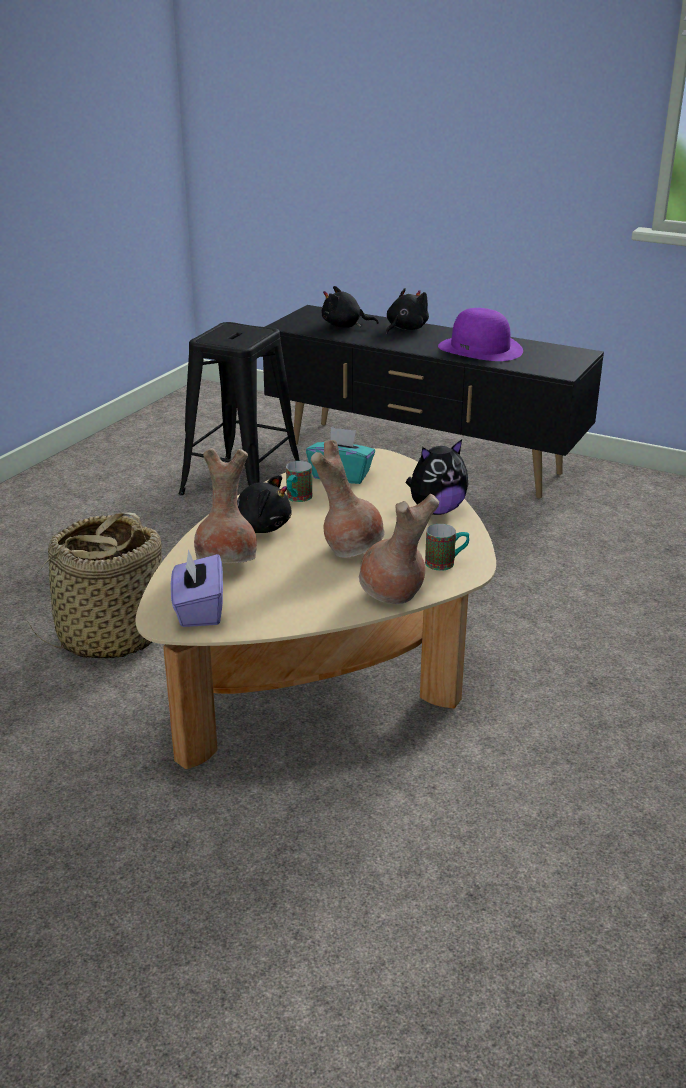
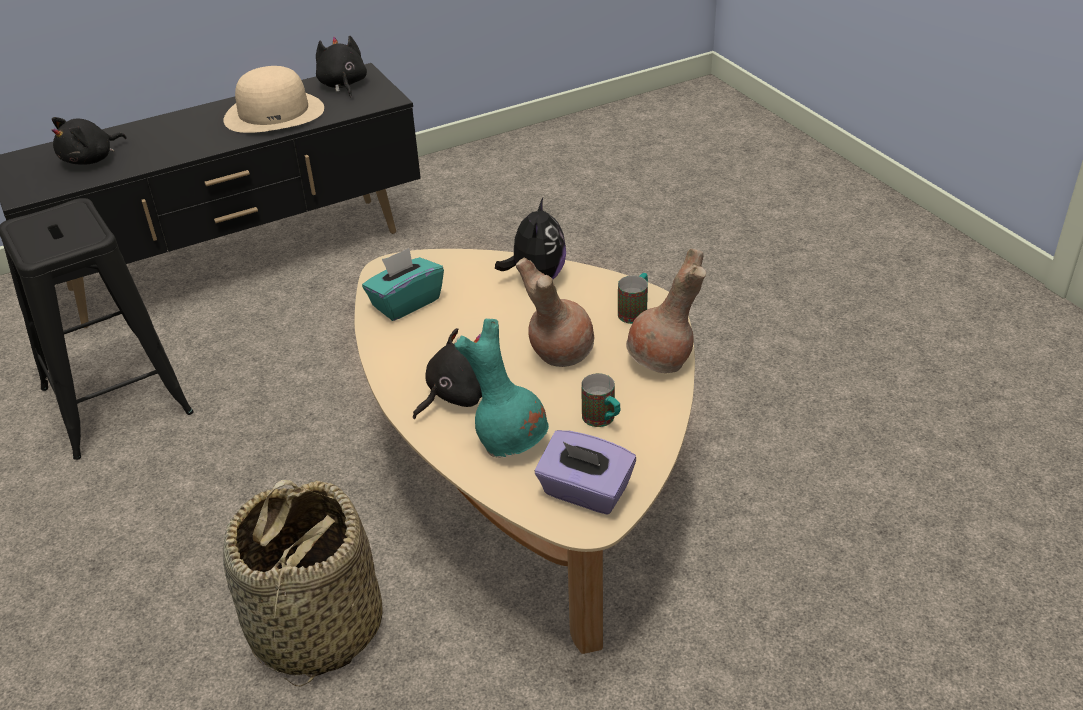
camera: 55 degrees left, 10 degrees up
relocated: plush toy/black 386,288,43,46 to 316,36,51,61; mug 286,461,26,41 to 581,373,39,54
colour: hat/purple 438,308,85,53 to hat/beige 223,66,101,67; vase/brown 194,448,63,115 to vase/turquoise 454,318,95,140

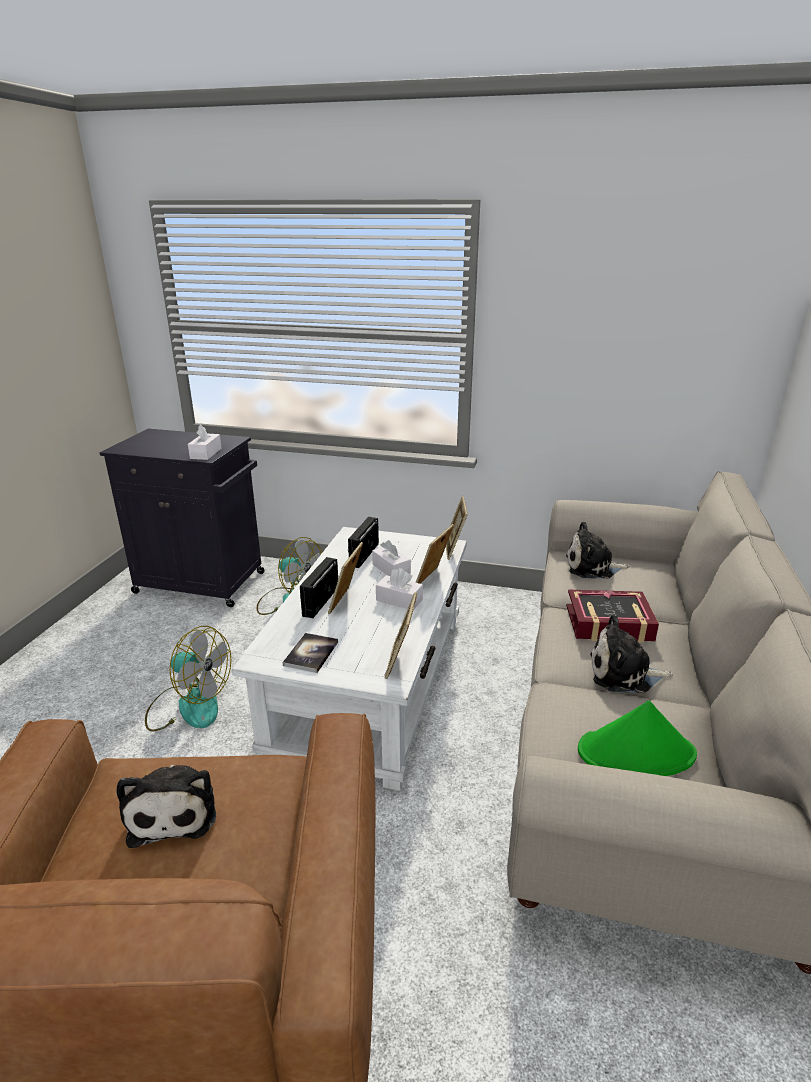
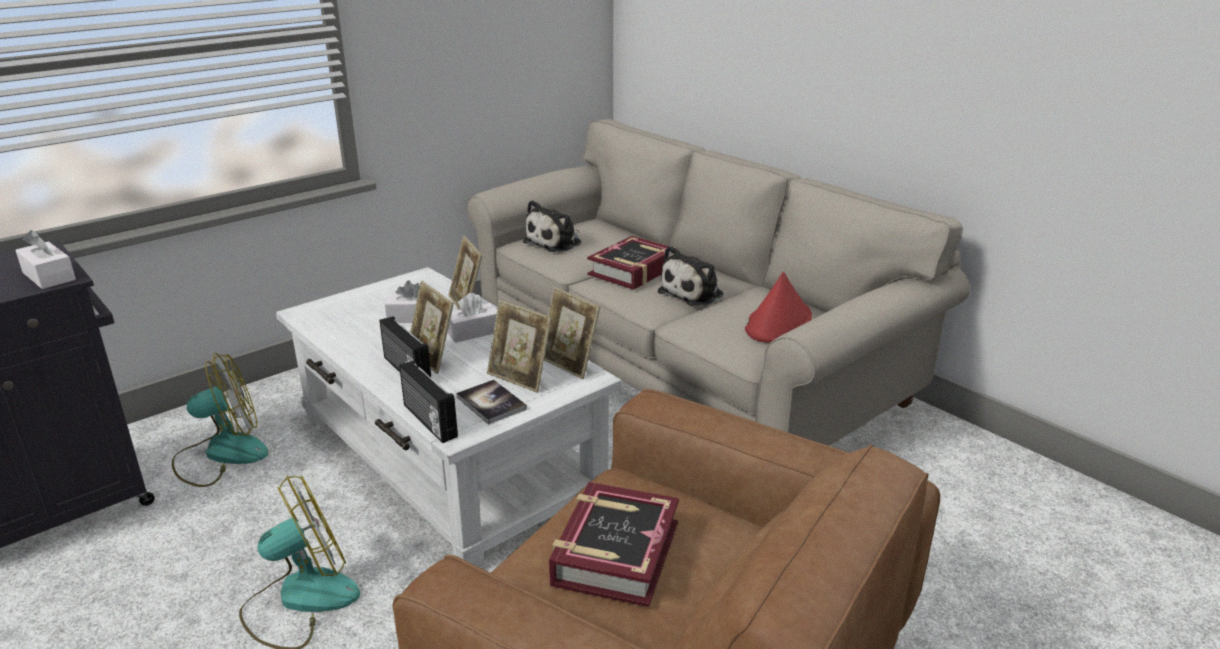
camera: 55 degrees left, 0 degrees up
relocated: picture frame 446,496,22,64 to 487,300,65,93; radio 348,517,31,51 to 399,360,59,83
exchanged: plush toy 116,765,100,83 to book 549,482,130,125
colour: hat/green 578,700,119,76 to hat/red 745,272,67,71

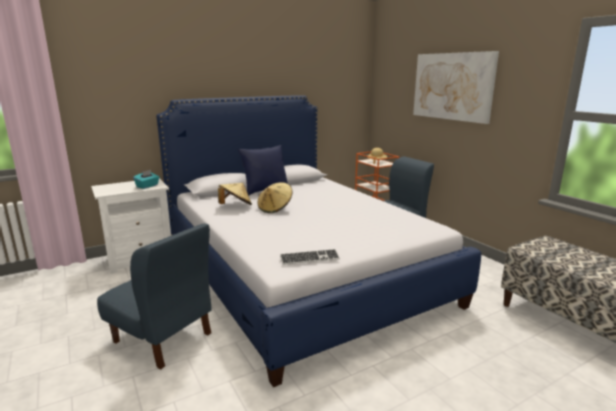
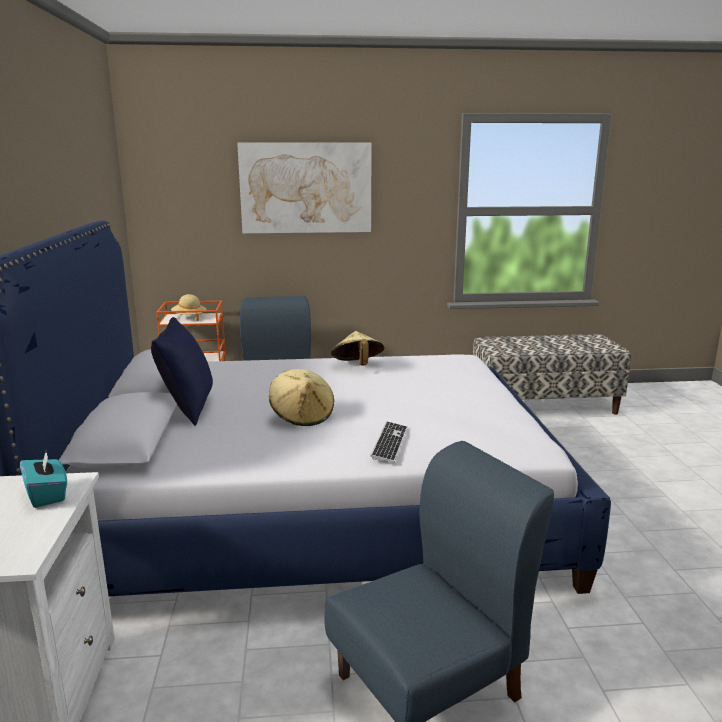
camera: 65 degrees left, 0 degrees up
relocated: hat/beige 218,183,34,22 to 331,331,54,35; keyboard 280,249,60,16 to 370,421,38,42

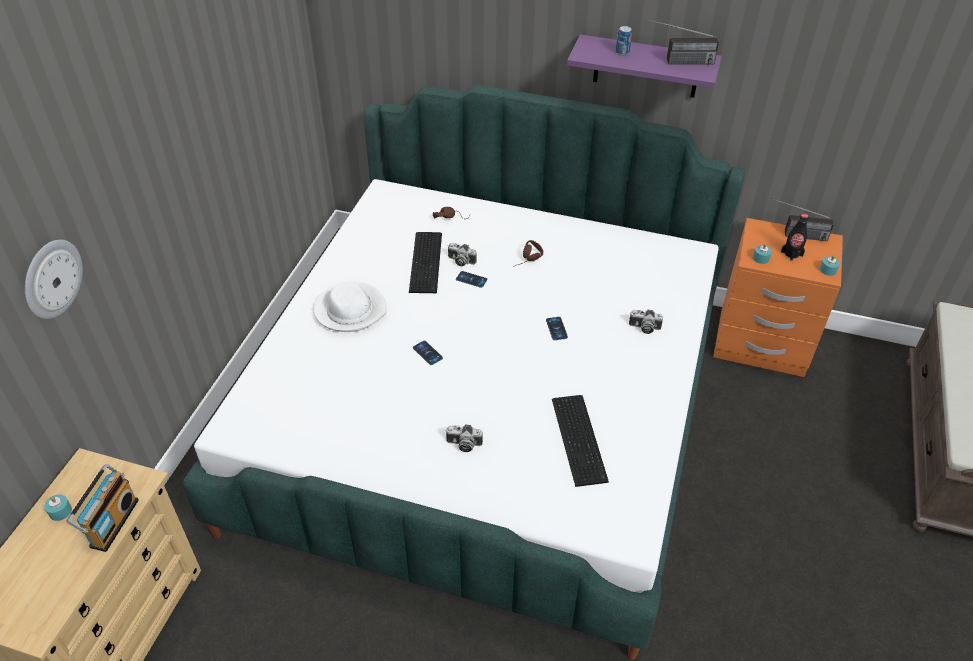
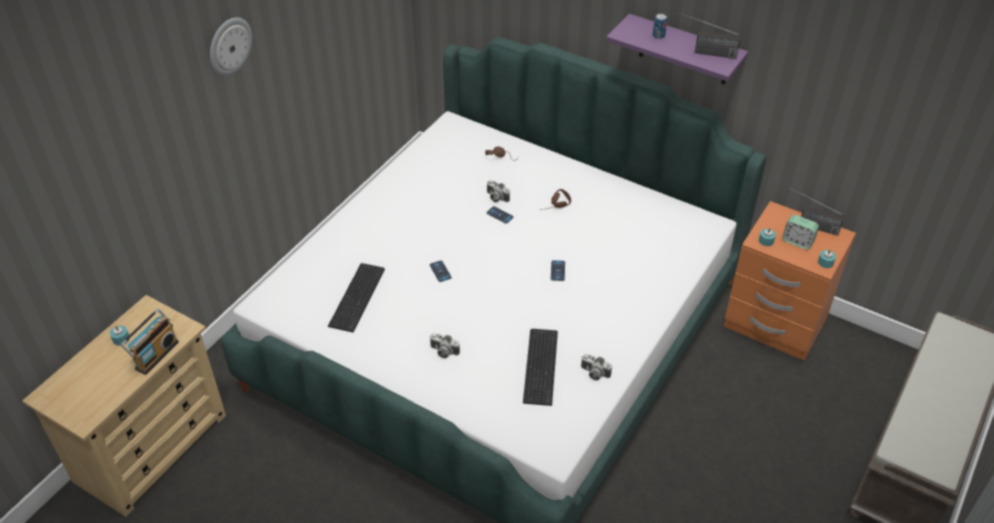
camera: 15 degrees right, 0 degrees up
missing: hat/white 314,281,73,51
relocated: keyboard 409,232,33,61 to 328,263,57,69; wall clock 25,240,58,79 to 210,18,42,58; photo camera 629,310,34,24 to 581,354,31,26
exchanged: bottle/black 781,213,28,48 to alarm clock 782,215,37,35

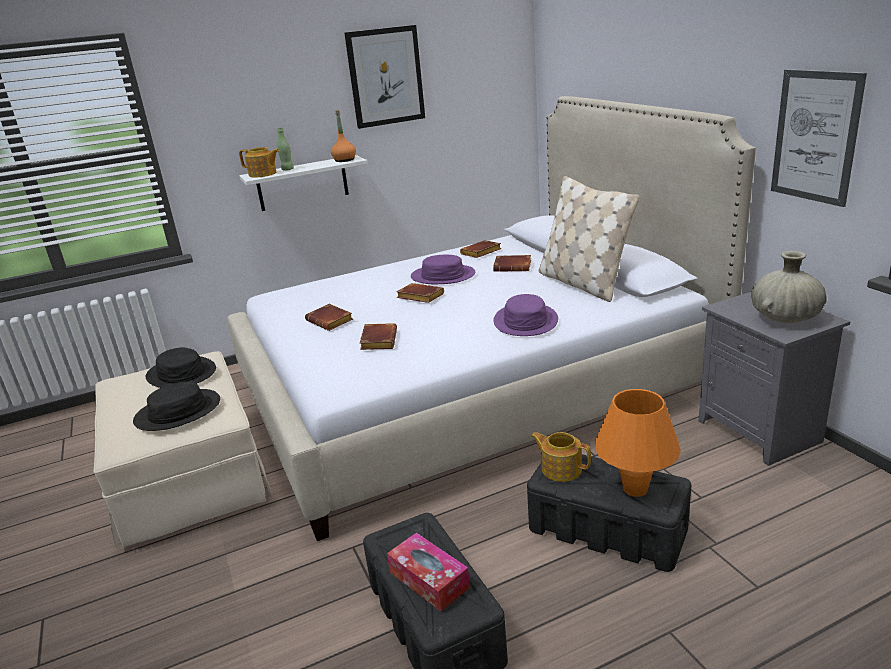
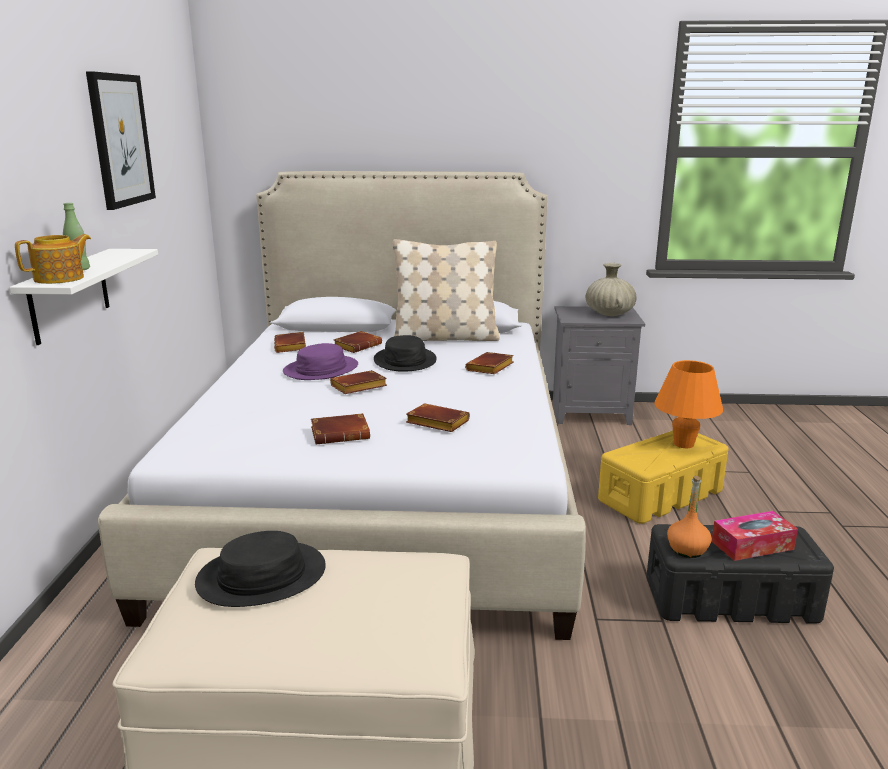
camera: 65 degrees left, 5 degrees down
missing: picture 771,69,96,138; teapot 531,432,60,50
relocated: bottle/orange 331,110,25,52 to 667,476,45,82; hat/black 133,381,87,50 to 374,335,63,37
exchanged: hat/purple 493,294,65,42 to book/brown 465,352,49,22
colour: storage box/black 527,454,164,118 to storage box/yellow 598,431,130,93

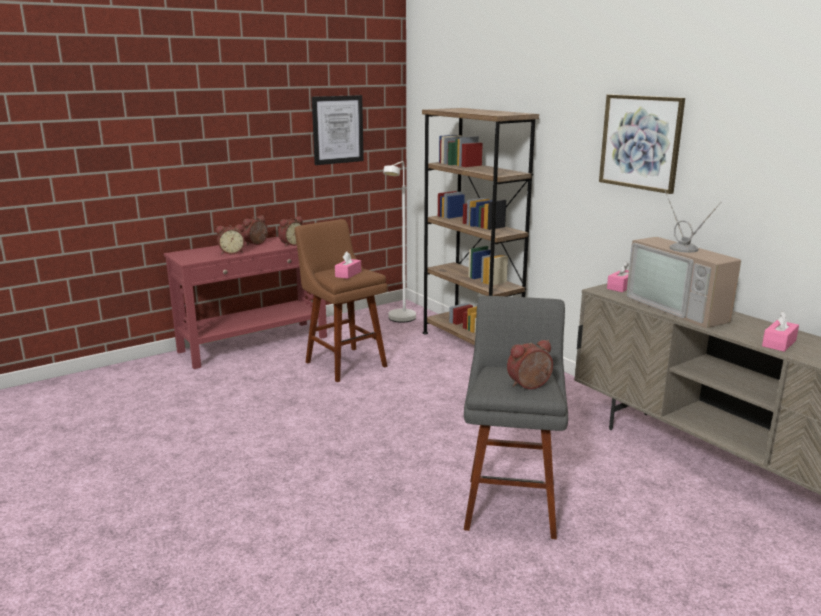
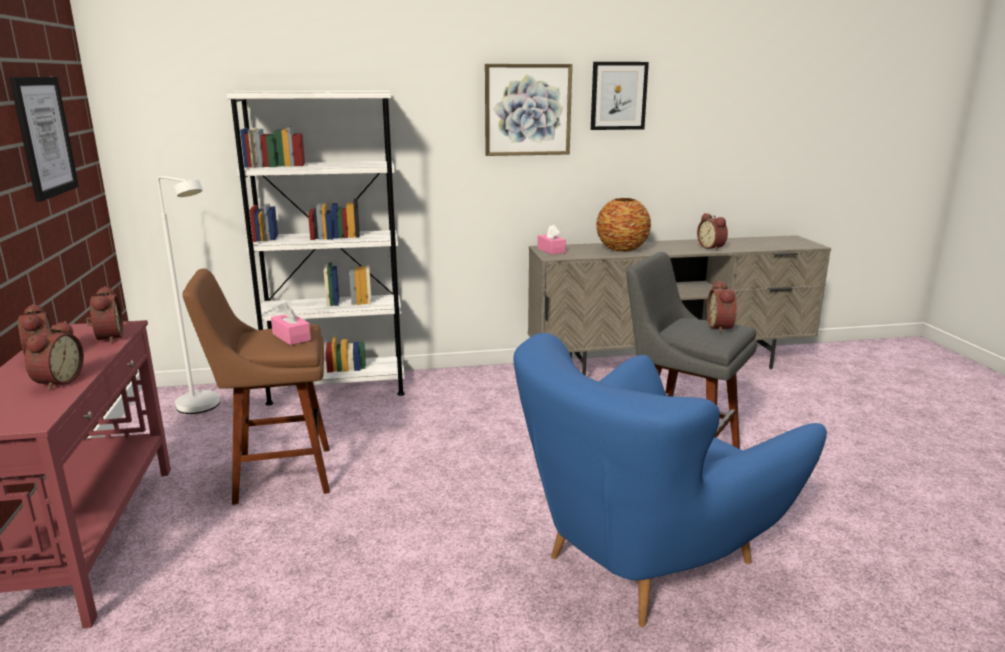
camera: 65 degrees left, 0 degrees up
appeared: picture 591,62,58,68; armchair/blue 513,333,314,294
exchanged: television 626,191,115,137 to vase 596,198,55,54; tissue box/pink 762,311,37,41 to alarm clock 697,213,31,37
colour: bookcase/brown 422,108,117,237 to bookcase/white 226,90,179,316

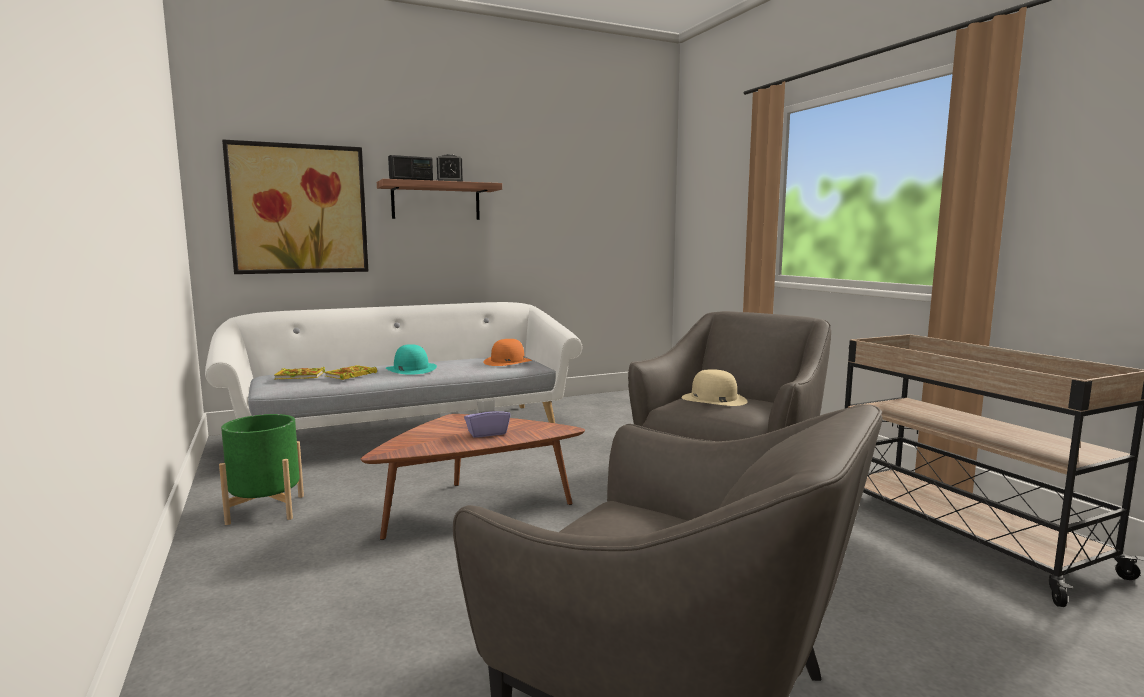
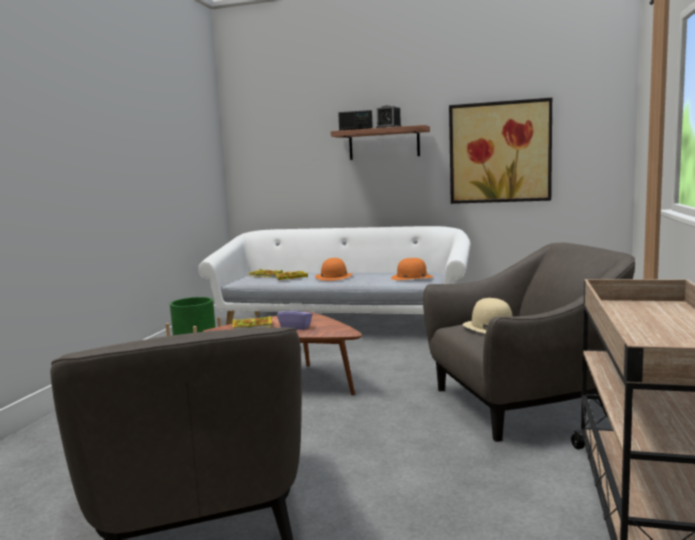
camera: 40 degrees right, 0 degrees up
appeared: book 232,316,40,13
relocated: picture 222,139,146,135 to 449,98,103,106
colour: hat/turquoise 386,344,51,31 to hat/orange 315,258,38,23

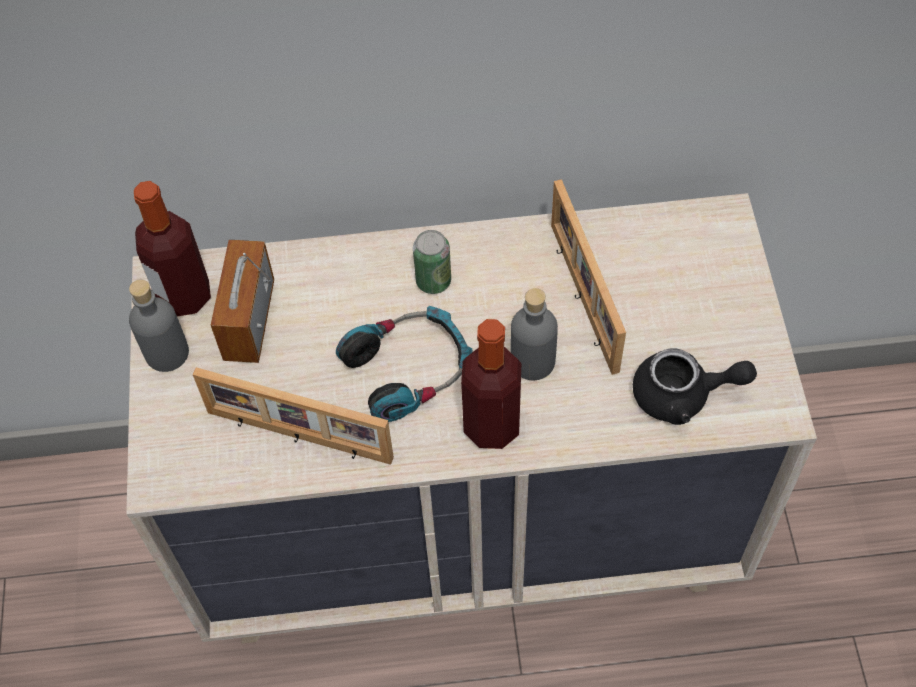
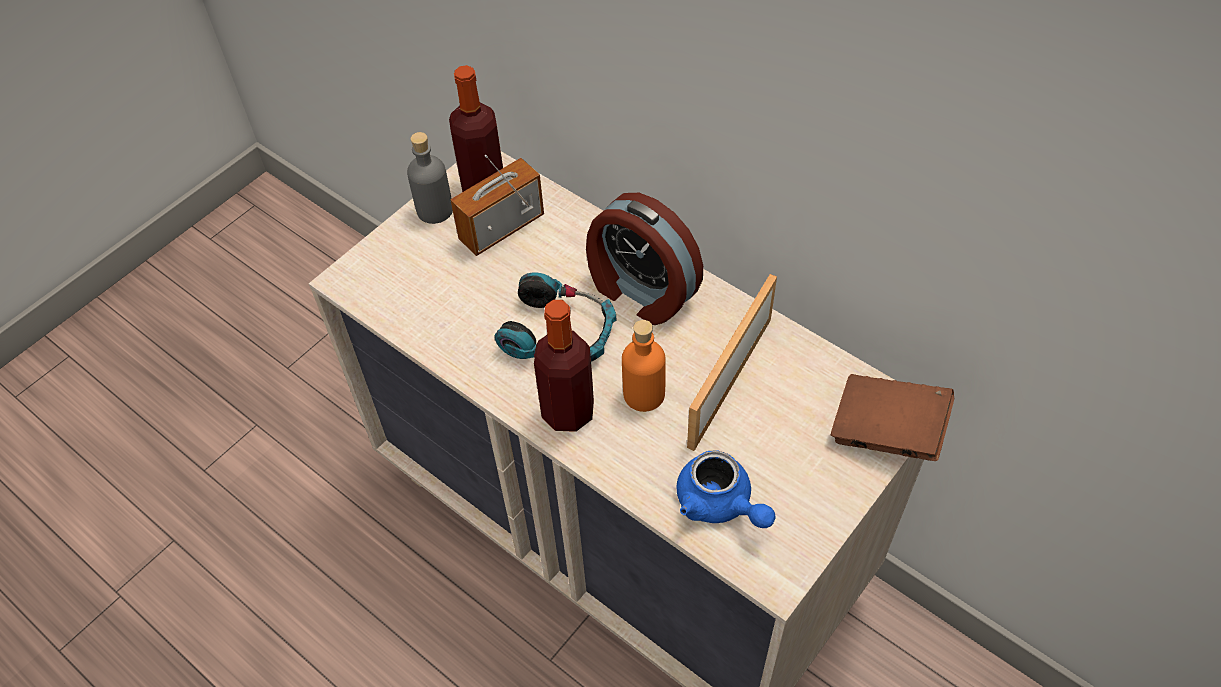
camera: 45 degrees right, 5 degrees down
missing: picture frame 193,367,201,98
appeared: book/brown 831,374,123,87
exchanged: can 413,230,38,64 to alarm clock 586,193,117,132
colour: bottle/grey 511,288,47,92 to bottle/orange 622,320,44,92; teapot/black 633,348,124,77 to teapot/blue 677,451,99,77

